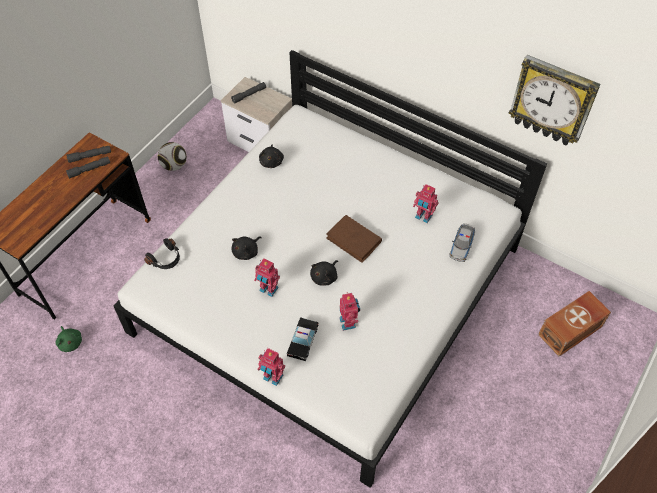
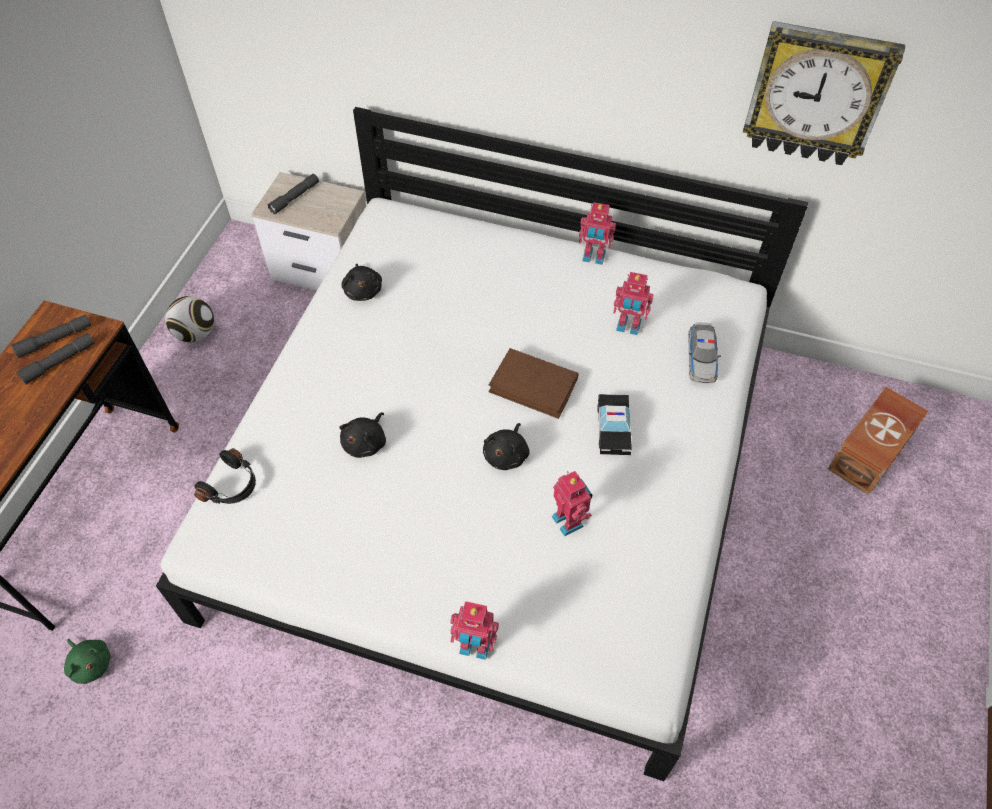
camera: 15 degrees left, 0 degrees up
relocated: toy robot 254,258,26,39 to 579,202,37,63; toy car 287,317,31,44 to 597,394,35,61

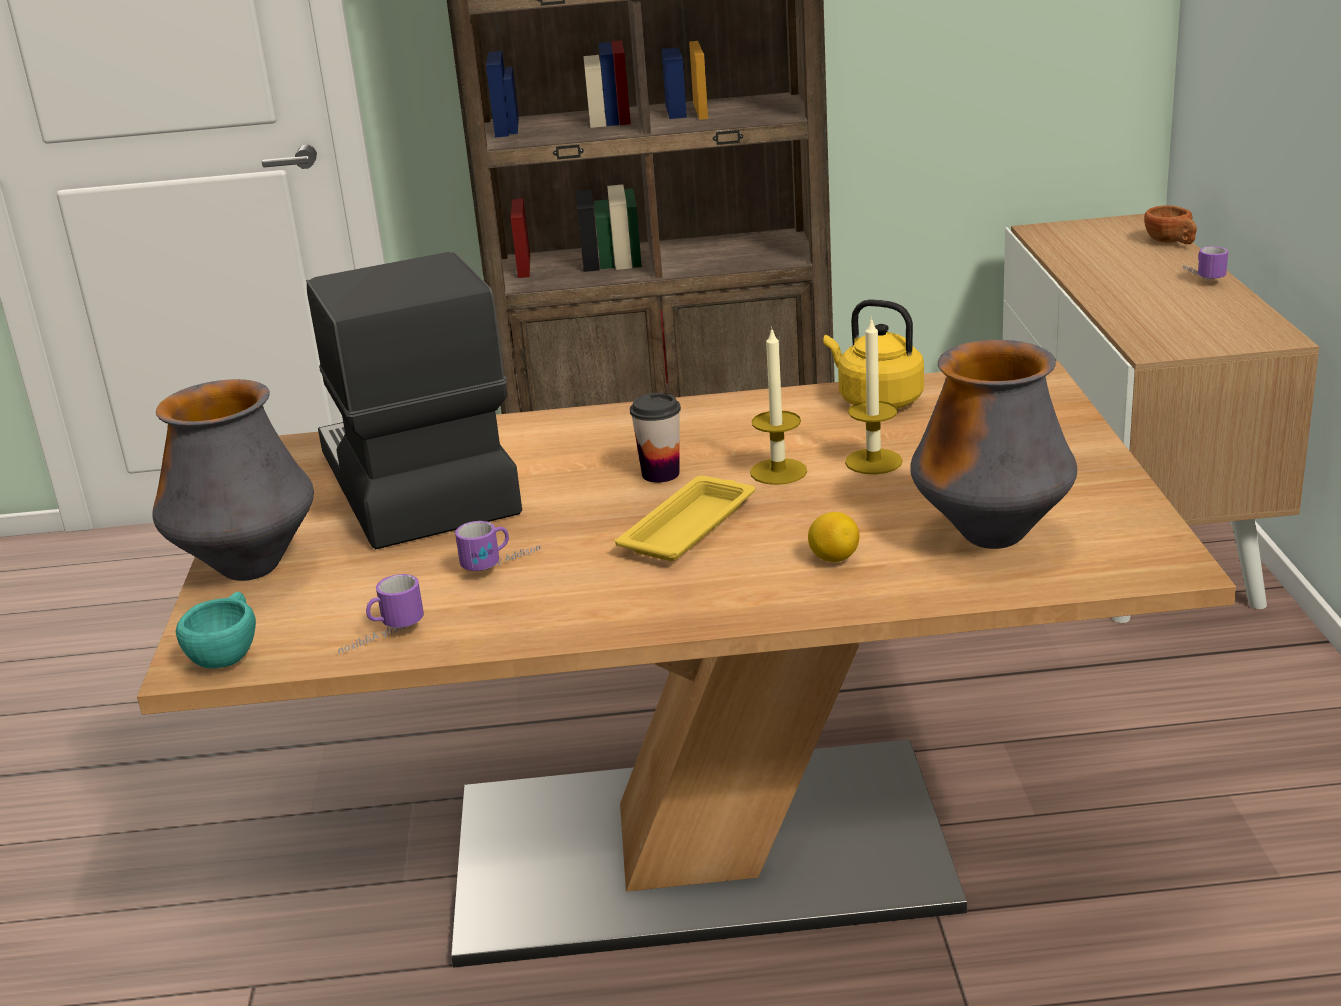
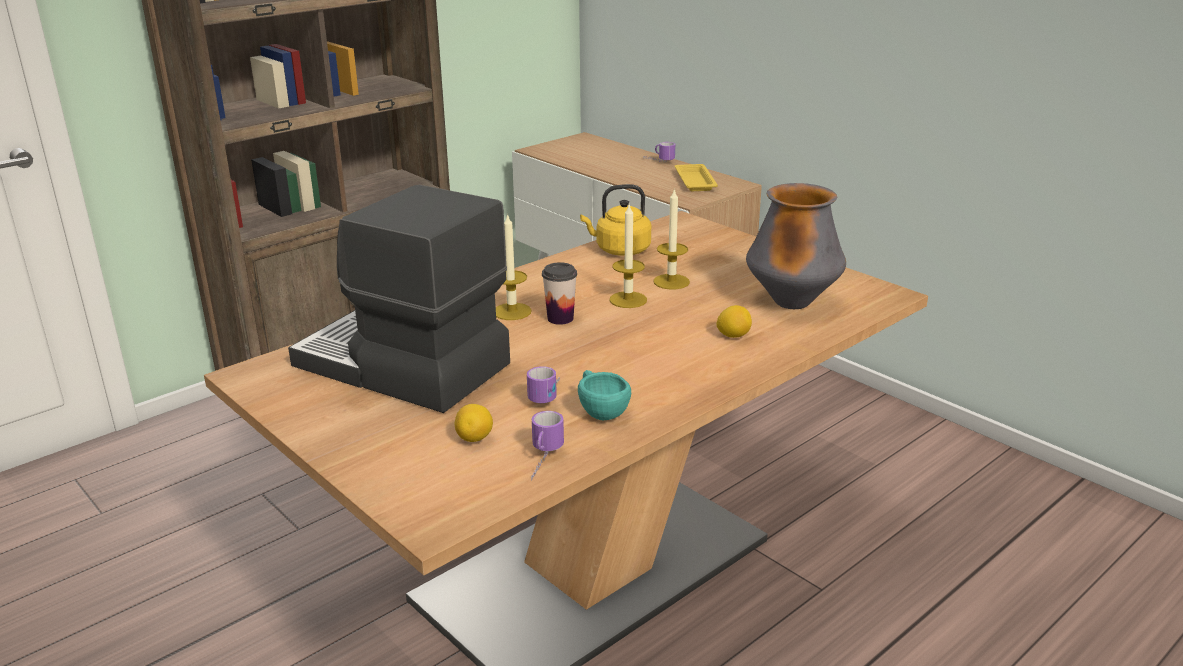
camera: 40 degrees left, 0 degrees up
missing: cup/brown 1144,205,53,39; vase 152,379,162,202
appeared: candle 496,213,36,107; lemon 455,404,38,38
relocated: tray/yellow 615,476,140,85 to 675,164,43,27; cup/turquoise 176,592,80,76 to 578,370,53,50

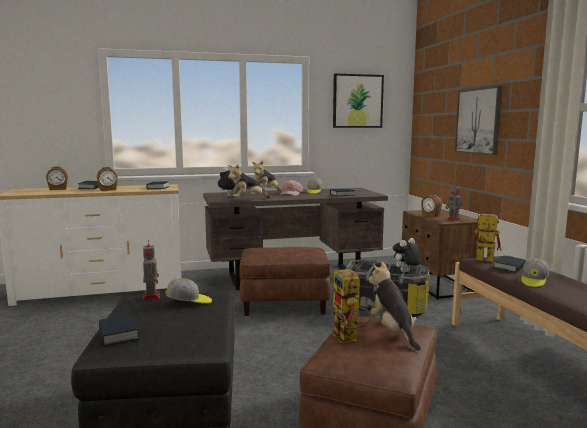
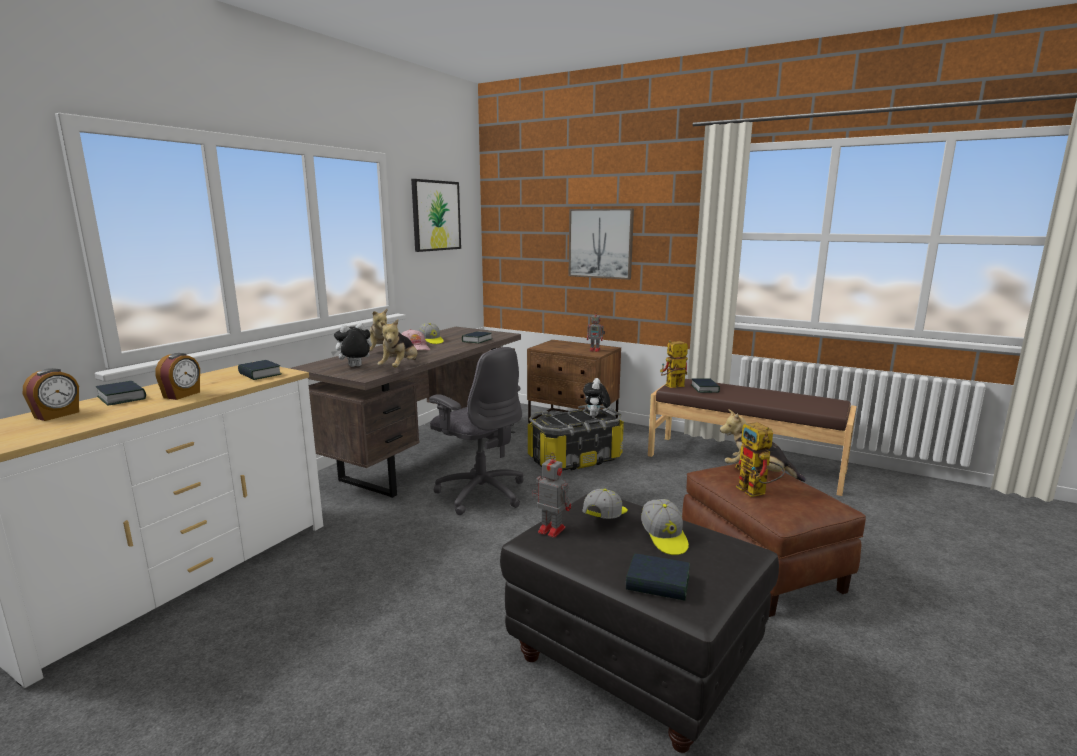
camera: 45 degrees left, 5 degrees up
missing: alarm clock 421,194,21,23
relocated: cap 521,258,28,29 to 641,499,48,56
exchanged: ottoman/brown 239,247,92,69 to office chair/grey 429,347,95,168
spun: toy robot 332,269,40,74 = 735,422,50,75 45 degrees clockwise

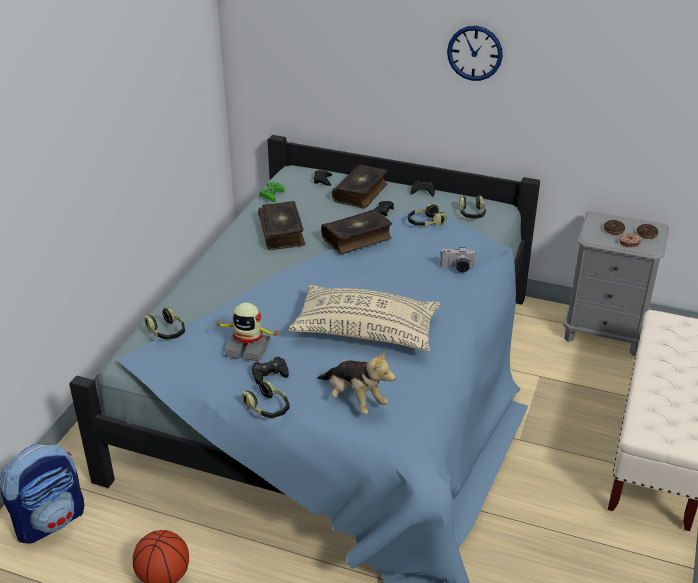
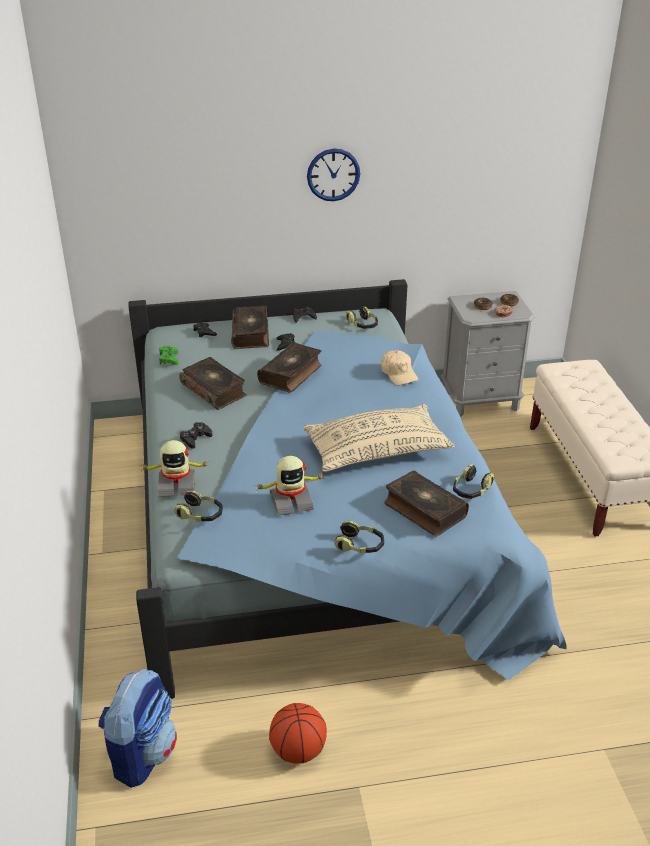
camera: 30 degrees left, 0 degrees up
appeared: toy robot 140,440,70,57
relocated: headphones 408,203,39,24 to 453,464,41,35; game controller/black 252,357,37,28 to 180,422,32,27
exchanged: photo camera 440,247,36,25 to cap/beige 381,350,37,35; plush toy 317,349,79,65 to book 384,470,85,66

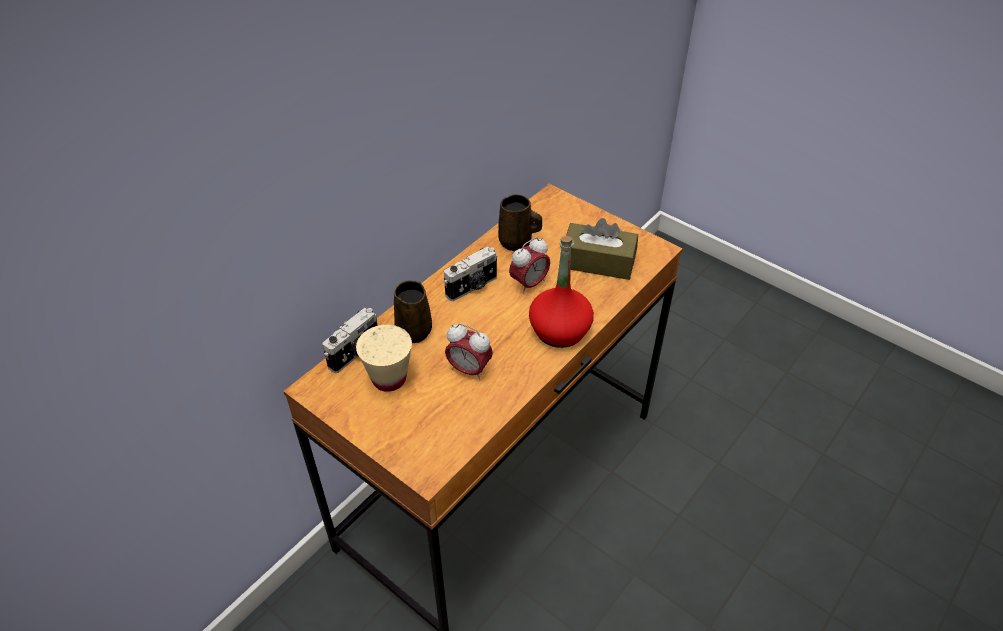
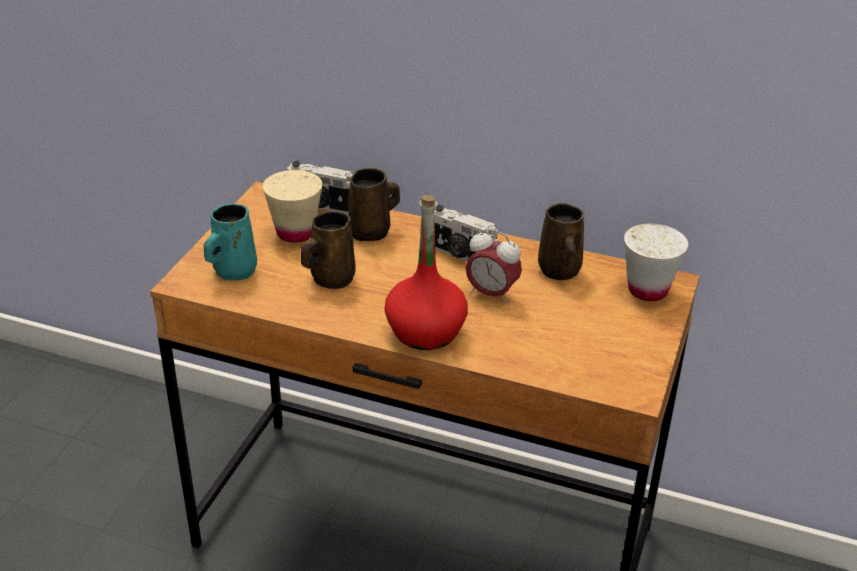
camera: 70 degrees right, 10 degrees down
missing: tissue box/brown 566,218,72,62
appeared: mug/turquoise 203,203,54,78; cup/white 624,223,64,78
exchanged: alarm clock 445,323,48,58 to mug/brown 301,211,55,78

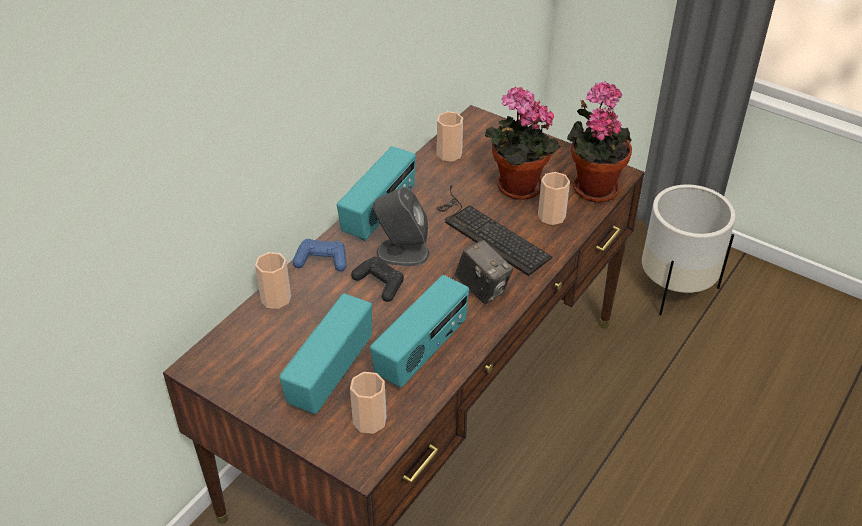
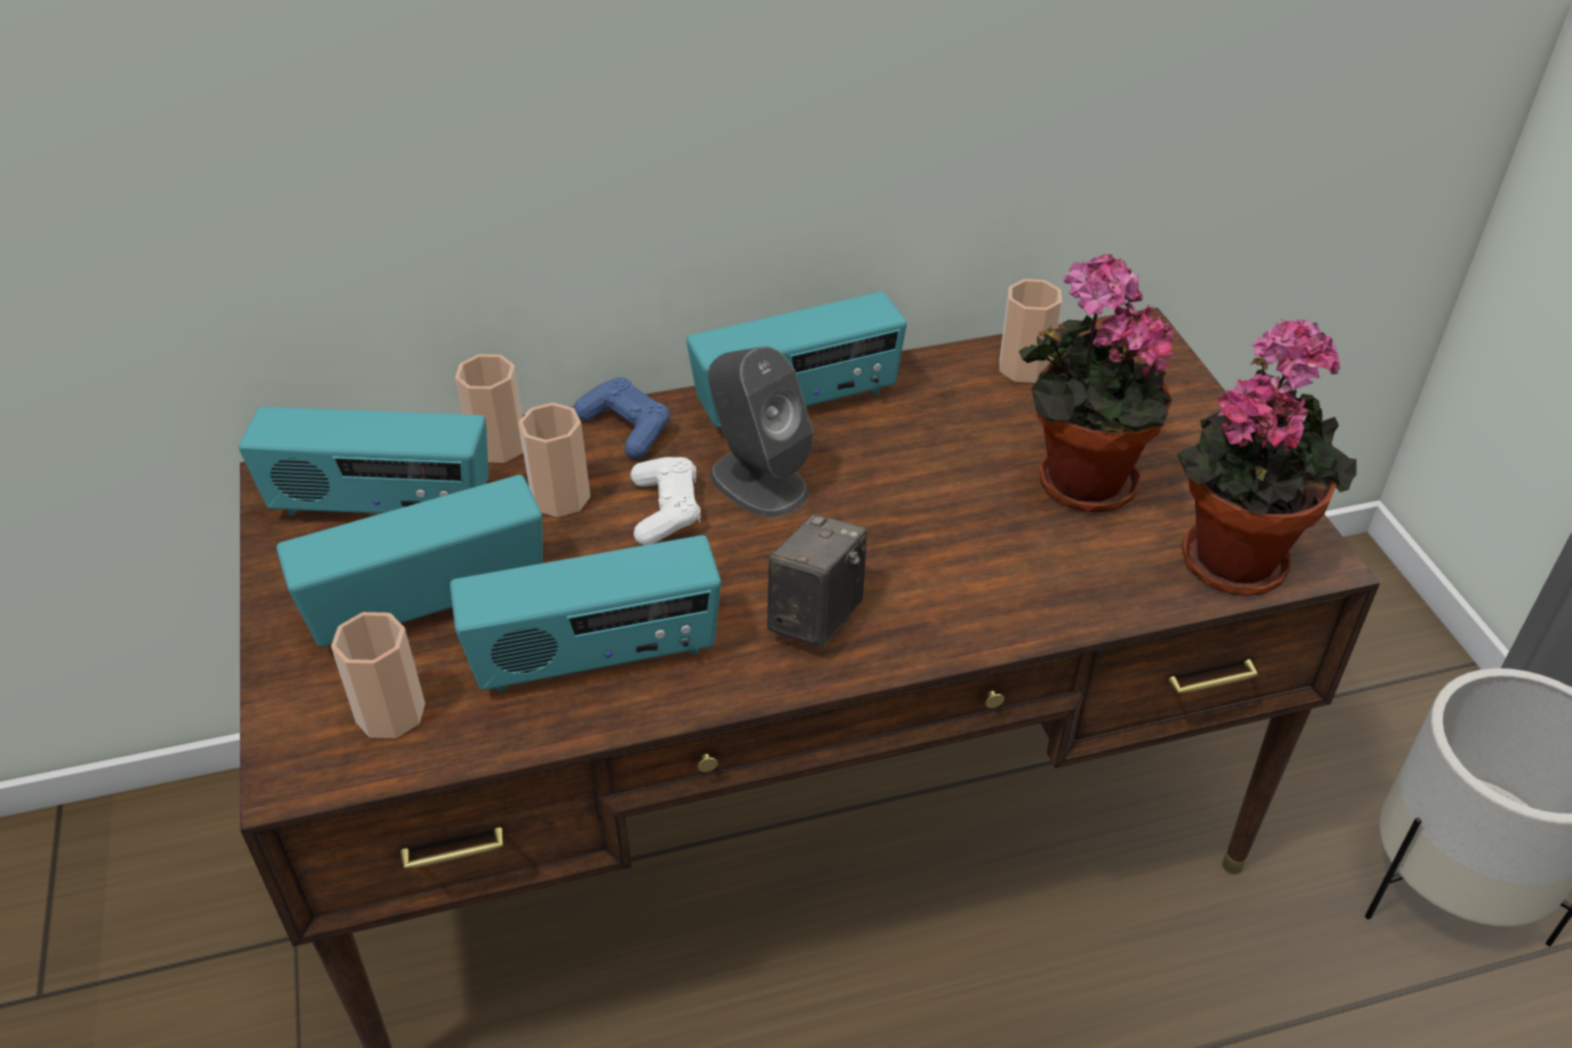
camera: 40 degrees right, 0 degrees up
missing: keyboard 437,185,116,91
appeared: radio 238,407,251,109
relocated: cup 538,172,32,53 to 519,403,71,114
colour: game controller/black 351,257,53,45 to game controller/white 631,457,70,88
spun: photo camera 455,240,58,64 = 767,514,100,134 150 degrees counterclockwise

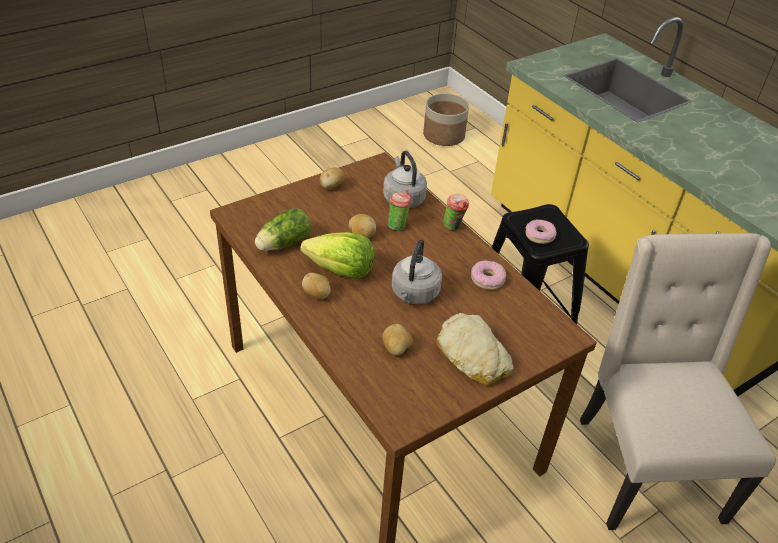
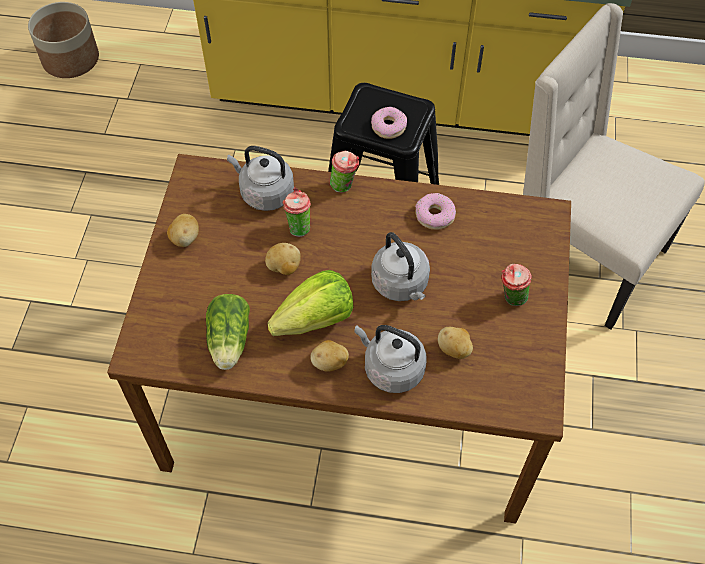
camera: 45 degrees left, 15 degrees up
appeared: kettle/grey 354,325,72,68
exchanged: bread 436,313,78,72 to cup 501,264,31,42

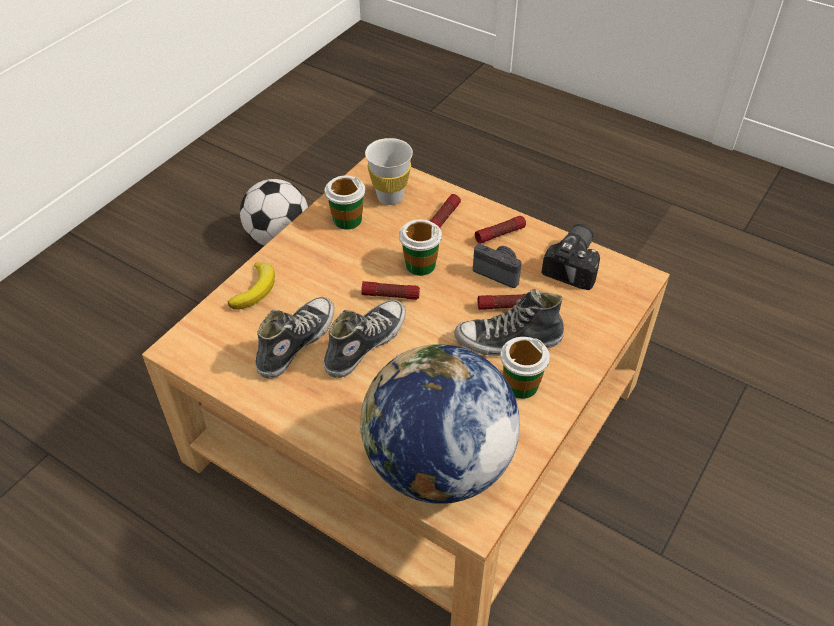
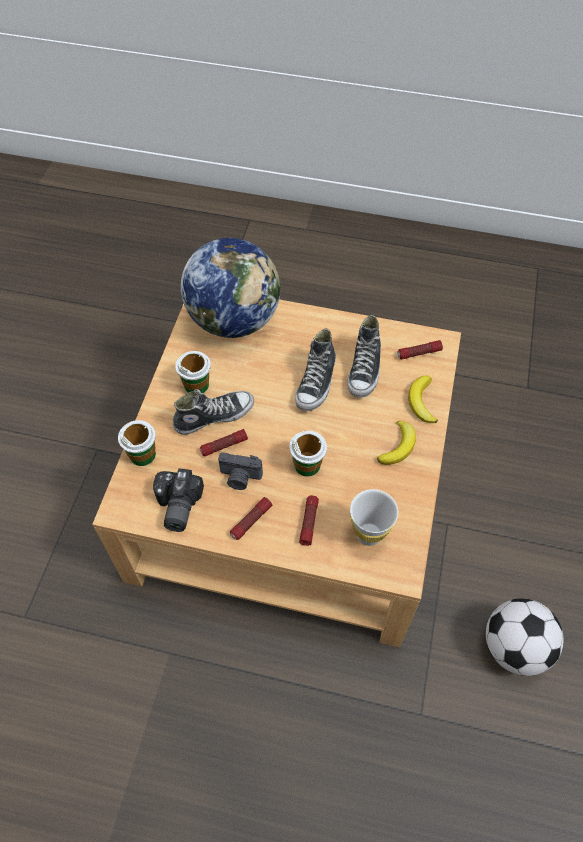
camera: 160 degrees right, 10 degrees up
appeared: banana 377,421,39,44
relocated: cup 325,175,40,55 to 118,420,38,46; flashlight 361,281,59,19 to 398,340,45,20

